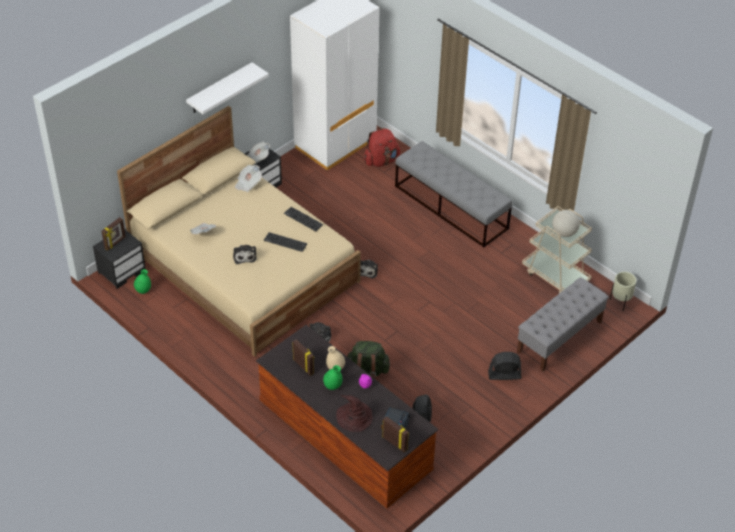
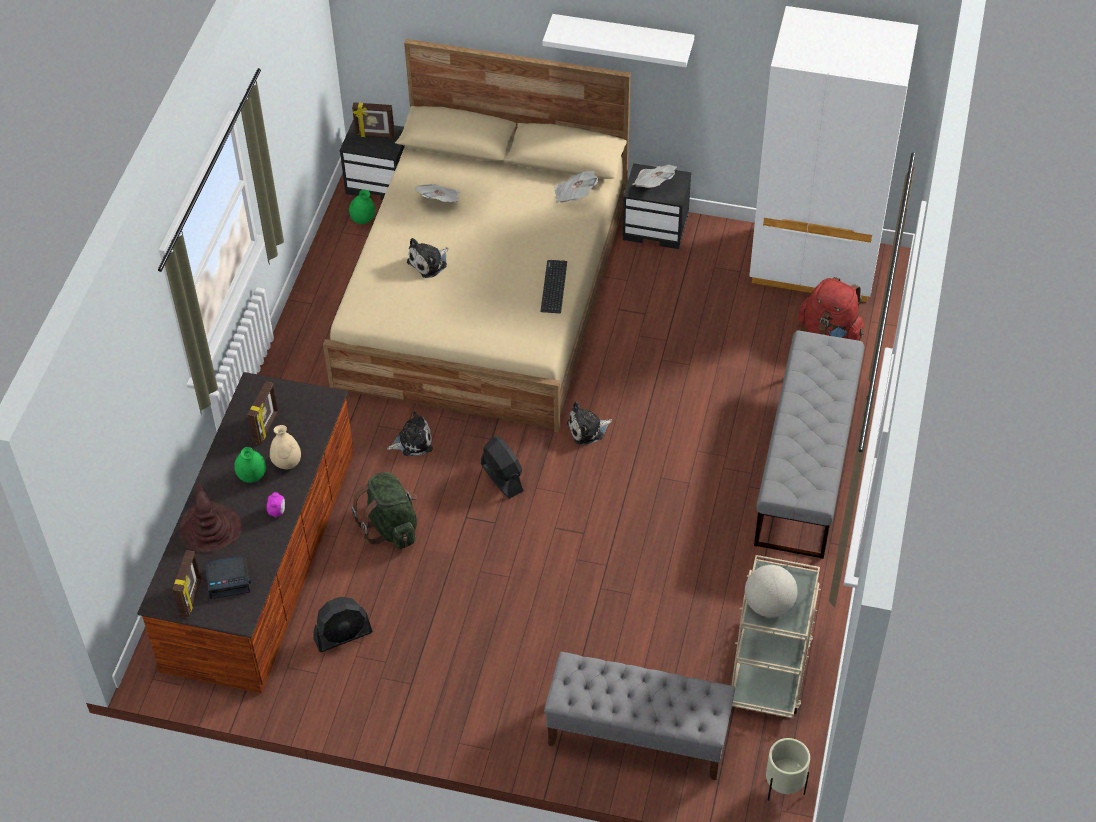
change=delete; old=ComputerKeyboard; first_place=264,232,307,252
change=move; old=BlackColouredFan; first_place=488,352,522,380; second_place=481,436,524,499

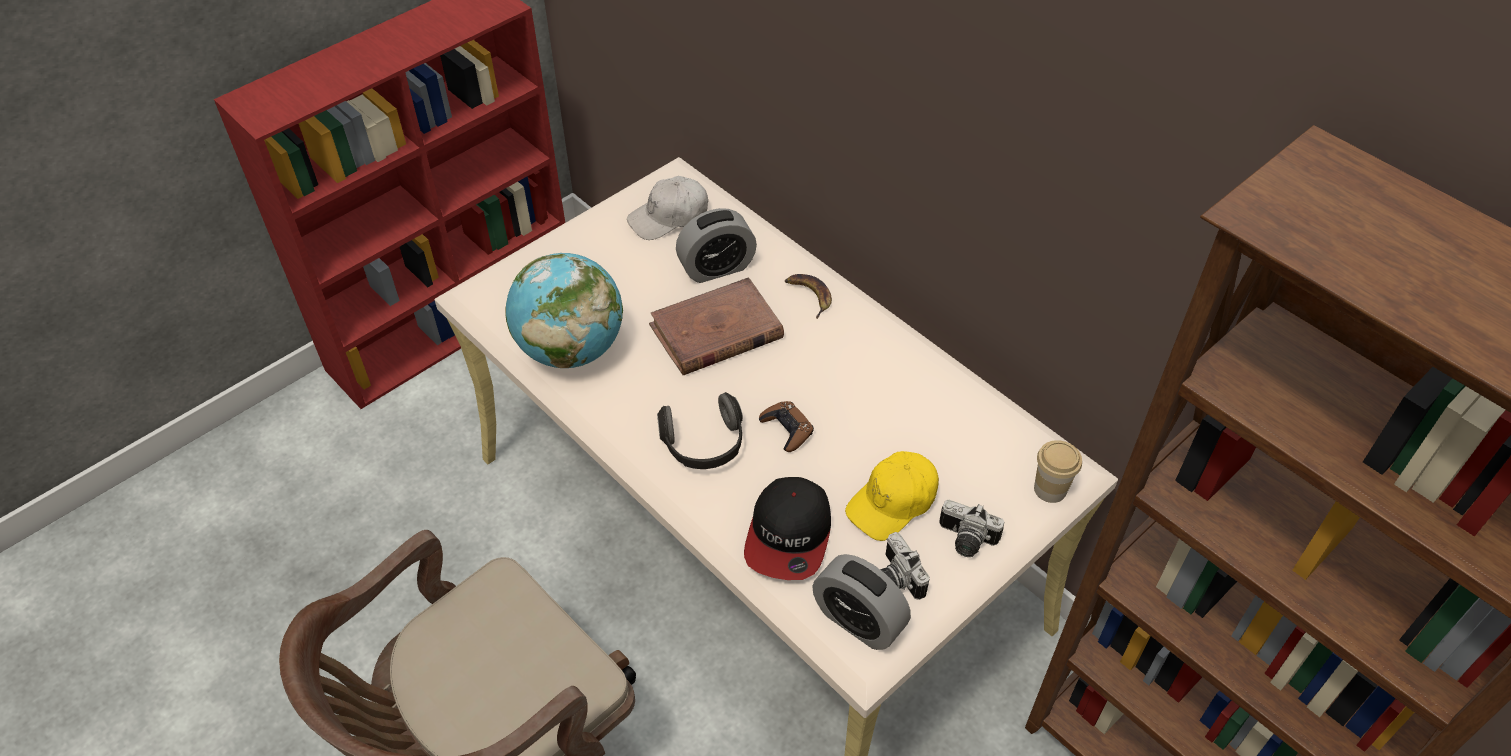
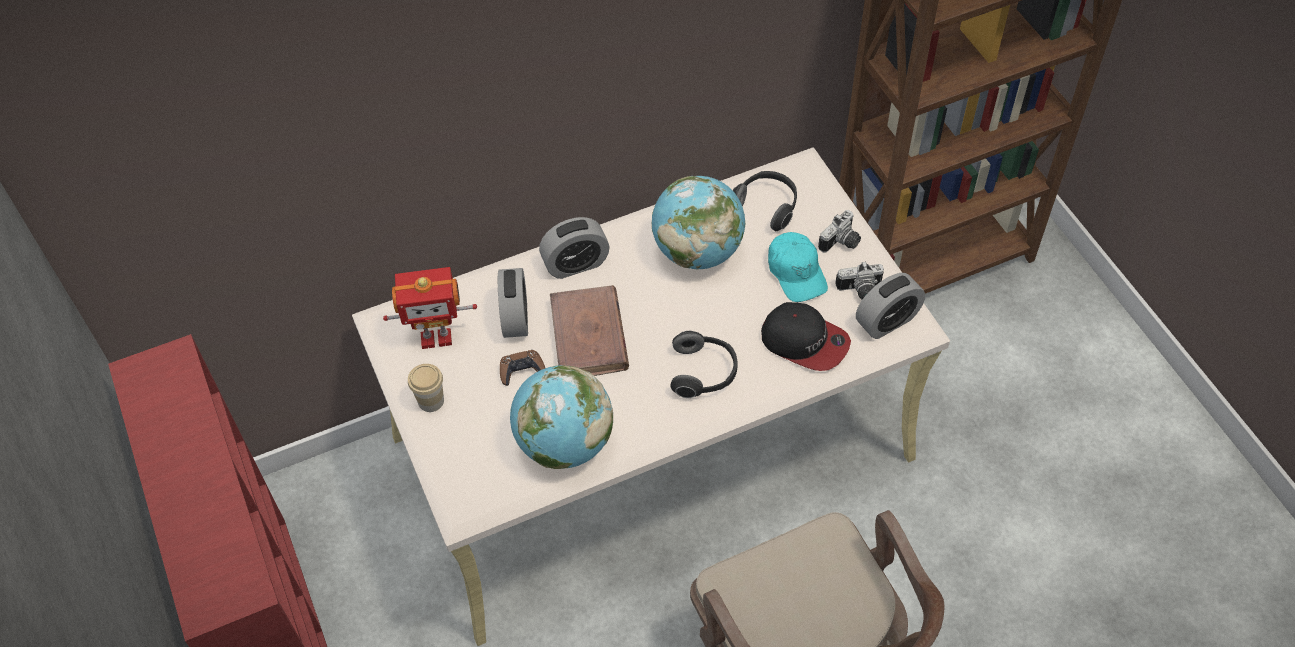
change=insert; new=DeskGlobe; second_place=652,176,745,269
change=insert; new=Headset; second_place=733,171,797,231
change=move; old=BrownishJoypad; first_place=759,401,814,452; second_place=500,350,545,386
change=move; old=DrinkingCup; first_place=1034,440,1082,503; second_place=408,364,444,412
change=replace; old=WhitishCap; new=ToyRobot; first_place=627,176,708,240; second_place=383,267,477,349
change=replace; old=BananaFruit; new=TableClock; first_place=785,274,832,319; second_place=539,217,609,279
change=recolor; old=YellowColouredCap; new=TurquoiseCap; first_place=845,451,939,541; second_place=768,232,828,302

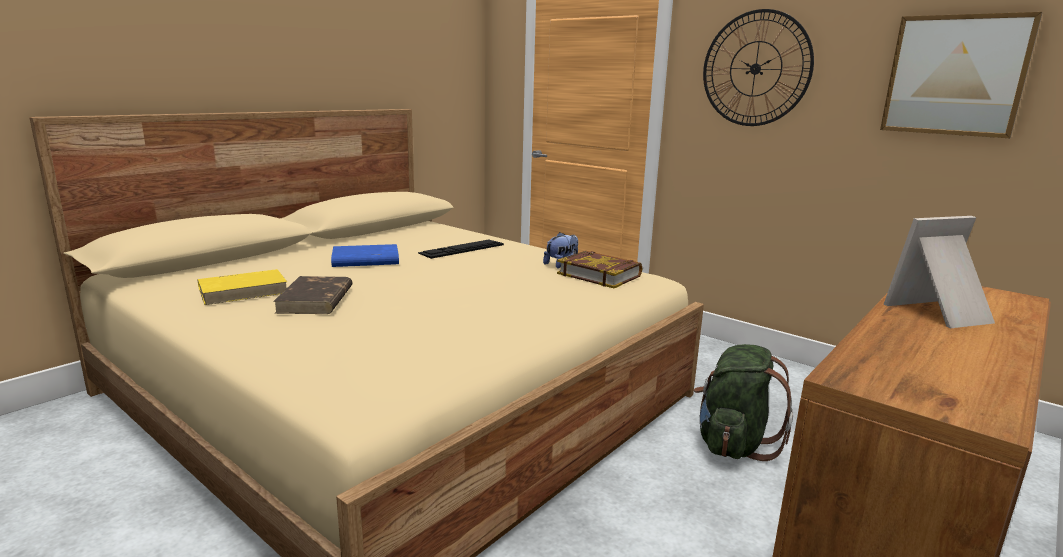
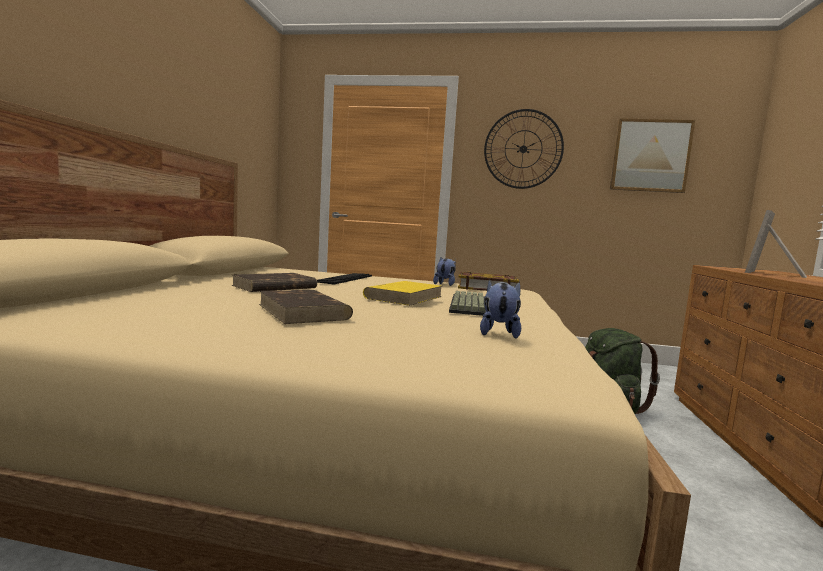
change=insert; new=ComputerKeyboard; second_place=449,291,486,316
change=insert; new=CuddlyToy; second_place=480,279,521,339
change=move; old=YellowColouredVolume; first_place=198,269,287,305; second_place=363,281,442,306
change=recolor; old=BluishVolume; new=BrownishVolume; first_place=331,244,399,267; second_place=232,273,317,292

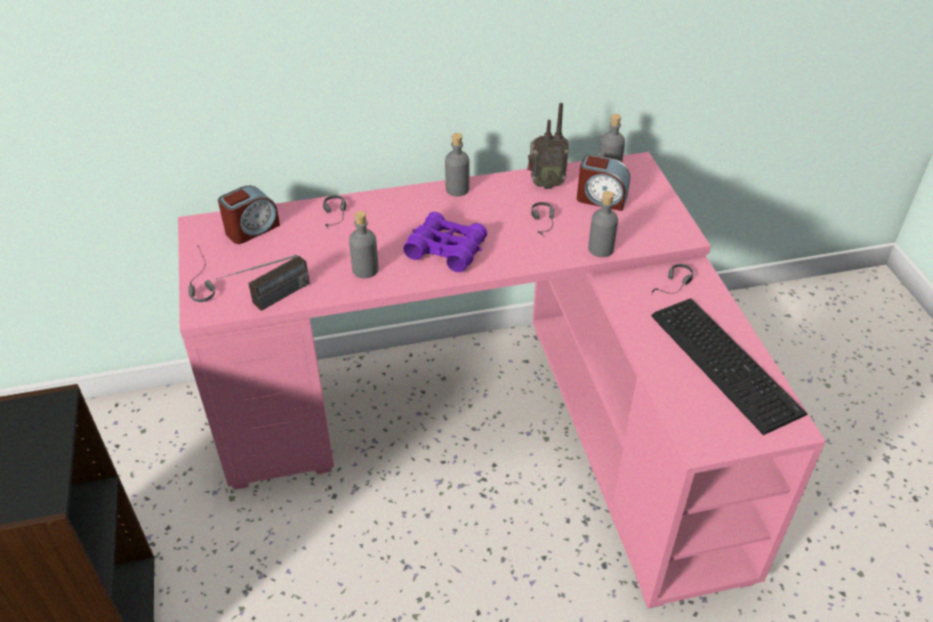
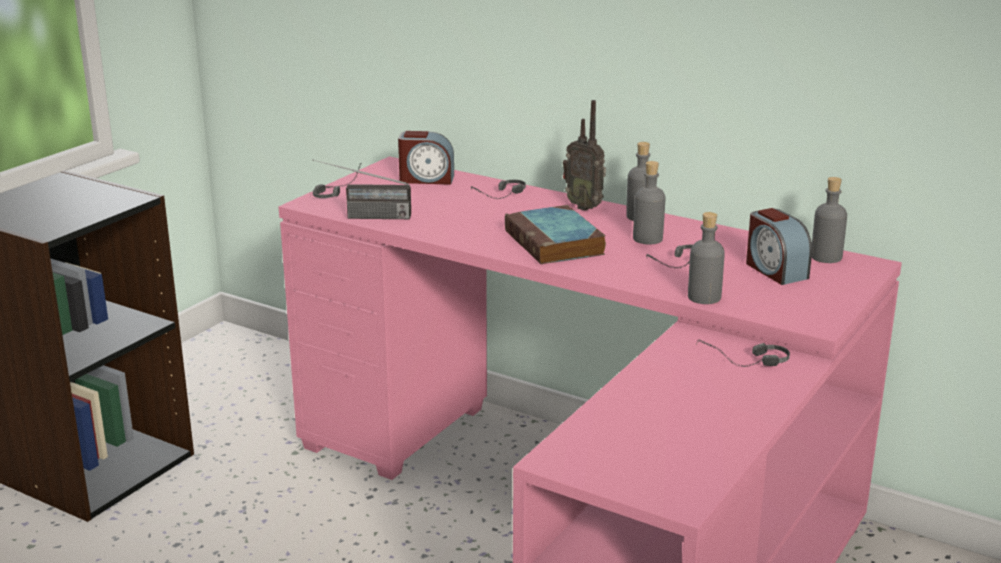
change=delete; old=ComputerKeyboard; first_place=651,299,807,435
change=move; old=GrayDrinkBottle; first_place=349,211,379,278; second_place=633,161,665,244
change=move; old=Radio; first_place=527,103,569,189; second_place=563,100,606,211
change=replace; old=PurpleBinoculars; new=Volume; first_place=404,212,487,272; second_place=505,205,606,264

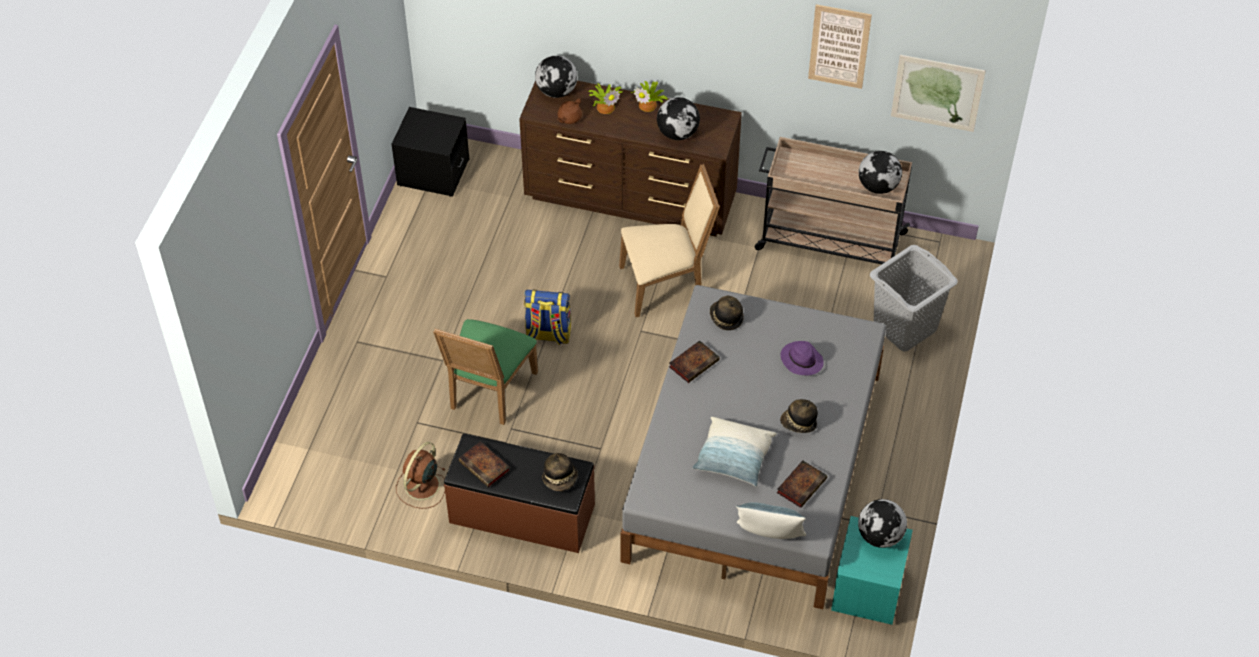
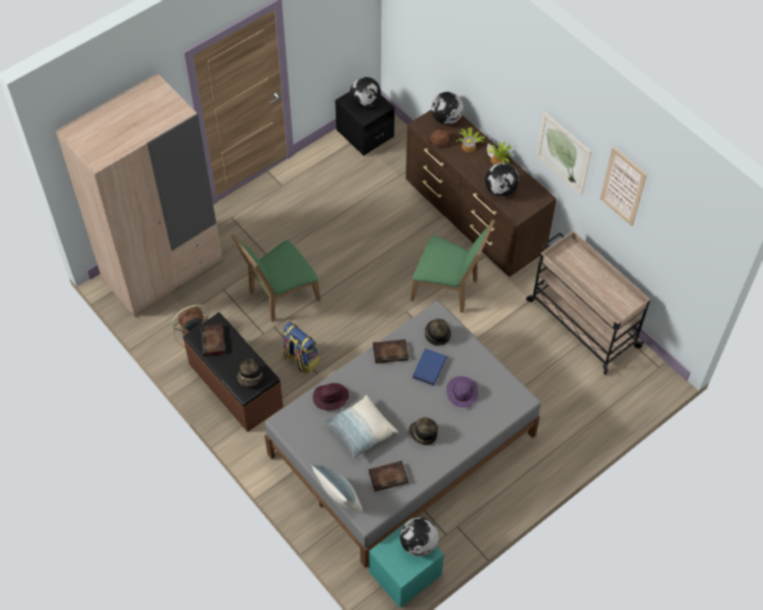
change=delete; old=GrayLaundryBasket; first_place=870,245,958,351
change=insert; new=SandColouredClothesCupboard; second_place=56,73,222,317
change=insert; new=PurpleClothingHat; second_place=313,383,349,411
change=insert; new=BluishVolume; second_place=412,348,447,386
change=move; old=Backpack; first_place=524,289,571,345; second_place=282,322,319,374
change=move; old=DeskGlobe; first_place=859,151,902,194; second_place=350,77,381,108
change=move; old=WallPicture; first_place=891,55,986,132; second_place=536,111,592,195
change=recolor; old=SandColouredChair; new=GreenChair; first_place=619,164,720,317; second_place=411,219,495,313

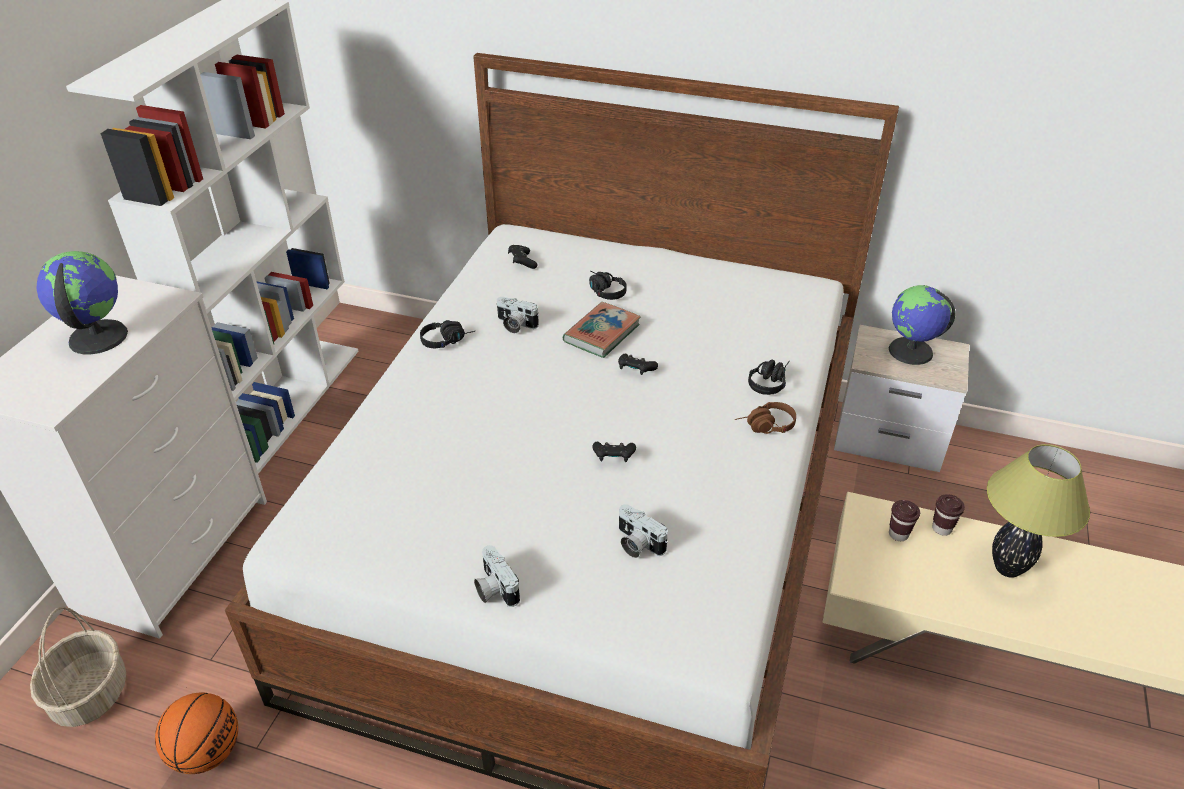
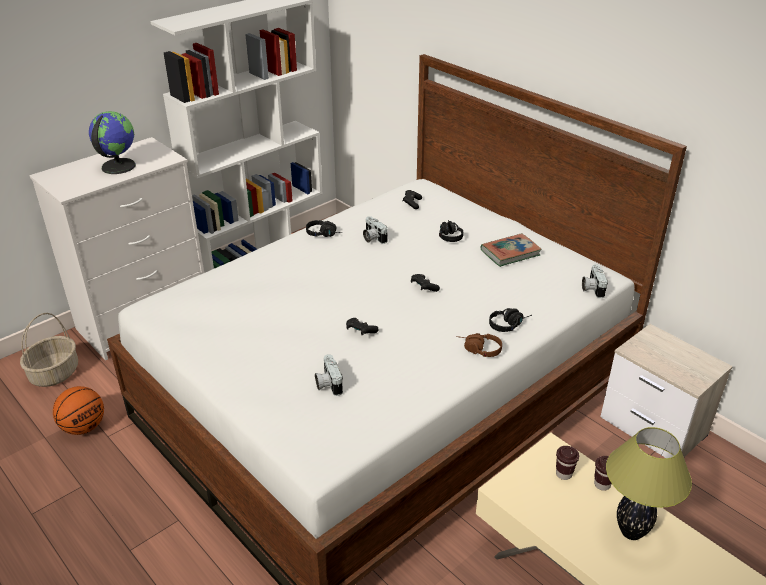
change=delete; old=DeskGlobe; first_place=889,285,956,365
change=move; old=StillCamera; first_place=474,545,520,607; second_place=582,264,608,298
change=move; old=Volume; first_place=563,302,641,358; second_place=480,233,542,267

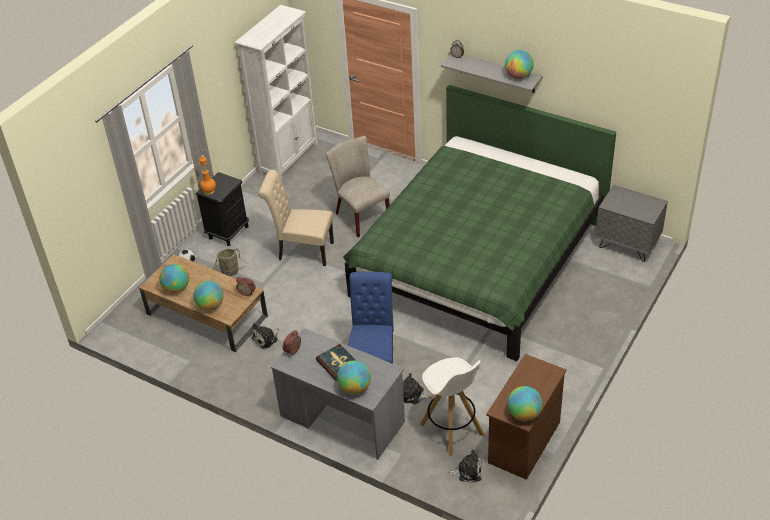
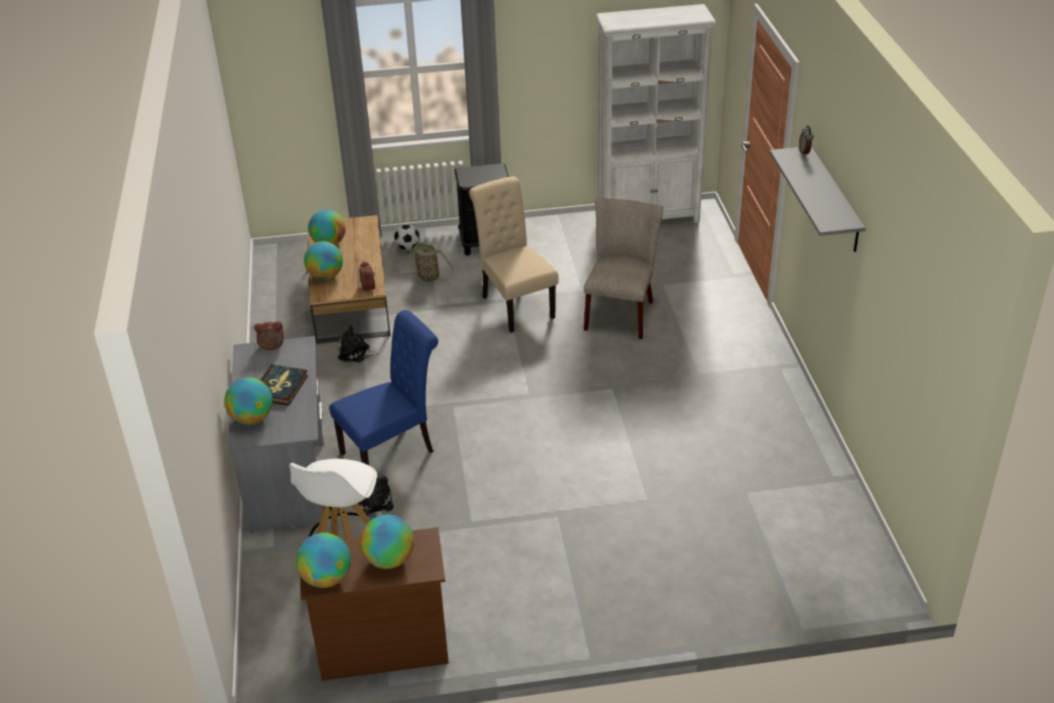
change=delete; old=OrangeColouredTabletopLamp; first_place=190,150,216,195
change=delete; old=GreenBed; first_place=343,85,616,361
change=delete; old=CuddlyToy; first_place=448,450,482,483
change=delete; old=GrayBedsideTable; first_place=595,185,668,262
change=move; old=DeskGlobe; first_place=505,50,534,79; second_place=360,515,414,569

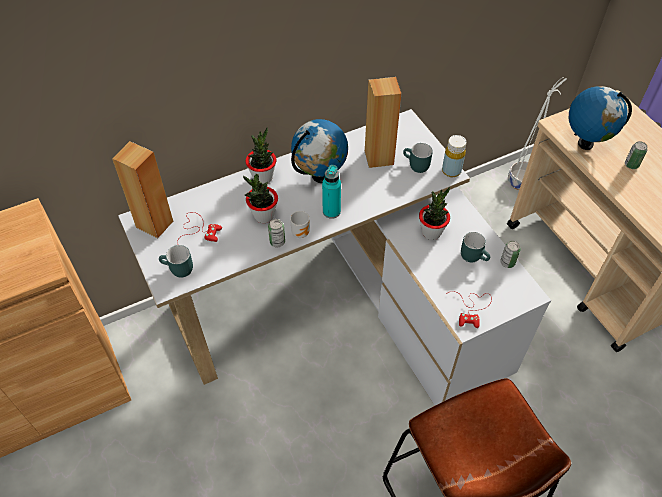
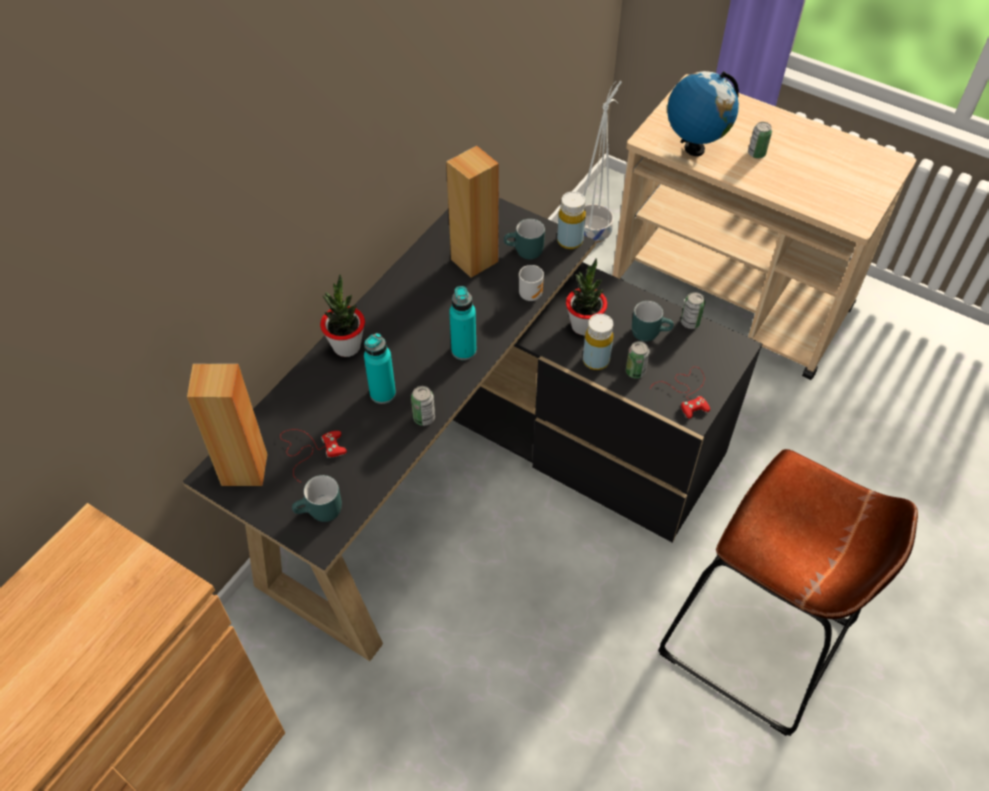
change=delete; old=DeskGlobe; first_place=291,119,348,183
change=insert; new=YellowColouredDrinkBottle; second_place=583,314,613,370
change=insert; new=MetalCan; second_place=626,341,650,379
change=move; old=CoffeeMug; first_place=290,211,309,238; second_place=519,265,544,301
change=replace; old=Houseplant; new=TurquoiseDrinkBottle; first_place=243,174,278,223; second_place=364,333,396,404
change=recolor; old=WhitishDesk; new=BlackColouredDesk; first_place=118,109,551,405; second_place=183,198,762,661

